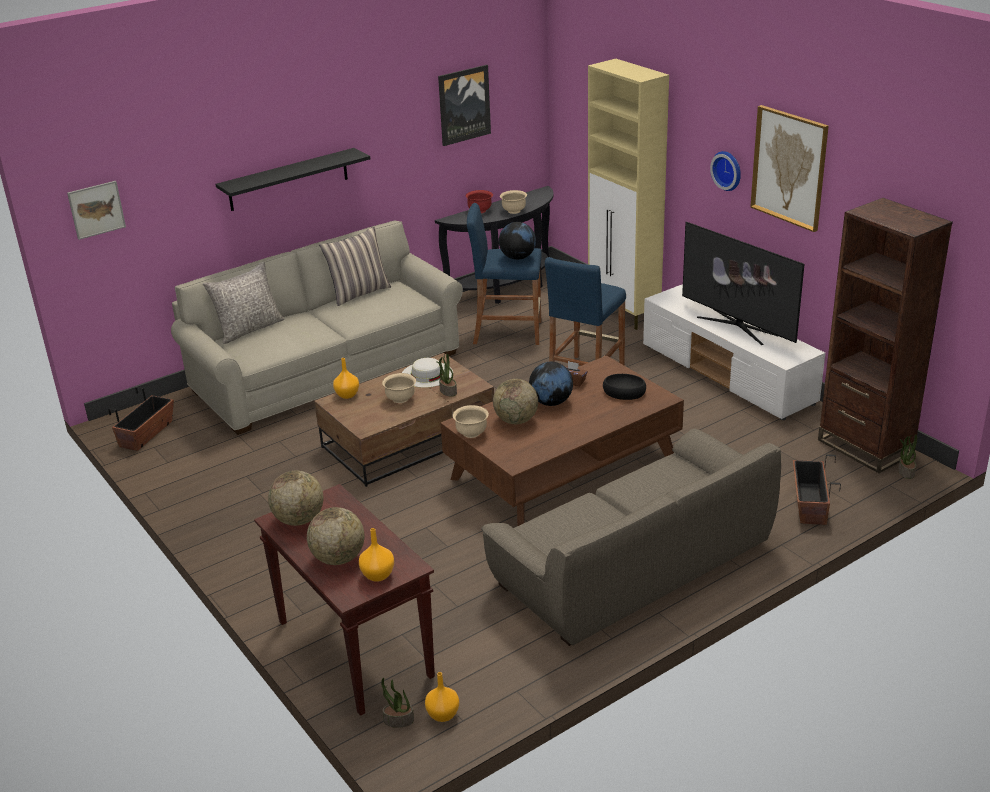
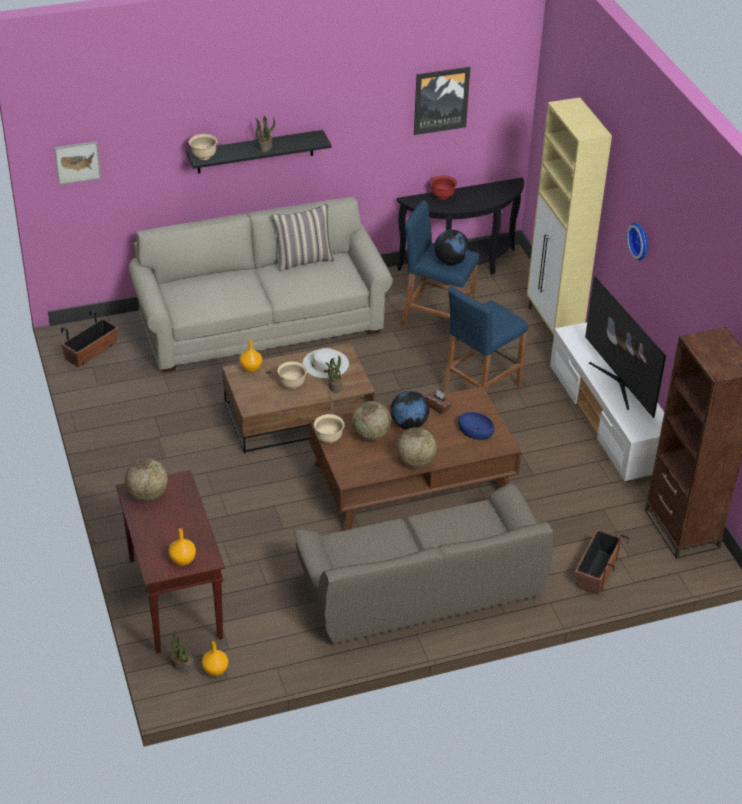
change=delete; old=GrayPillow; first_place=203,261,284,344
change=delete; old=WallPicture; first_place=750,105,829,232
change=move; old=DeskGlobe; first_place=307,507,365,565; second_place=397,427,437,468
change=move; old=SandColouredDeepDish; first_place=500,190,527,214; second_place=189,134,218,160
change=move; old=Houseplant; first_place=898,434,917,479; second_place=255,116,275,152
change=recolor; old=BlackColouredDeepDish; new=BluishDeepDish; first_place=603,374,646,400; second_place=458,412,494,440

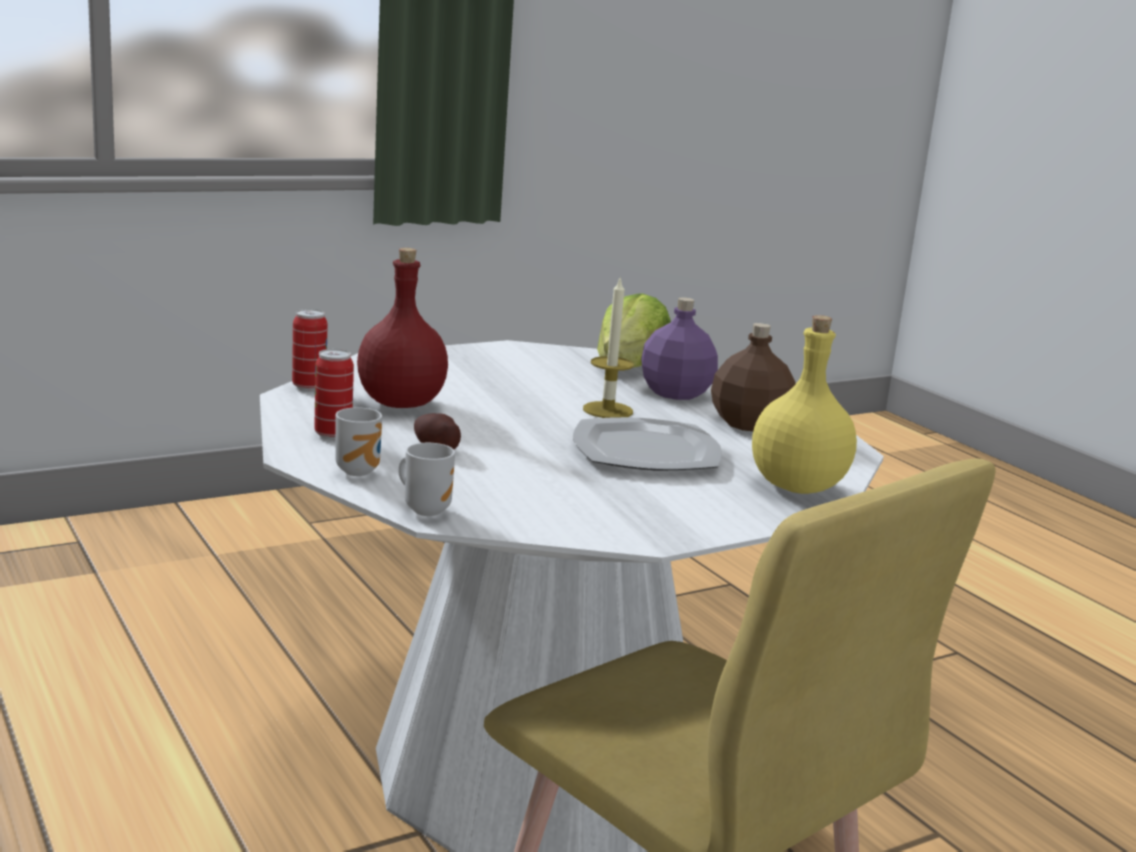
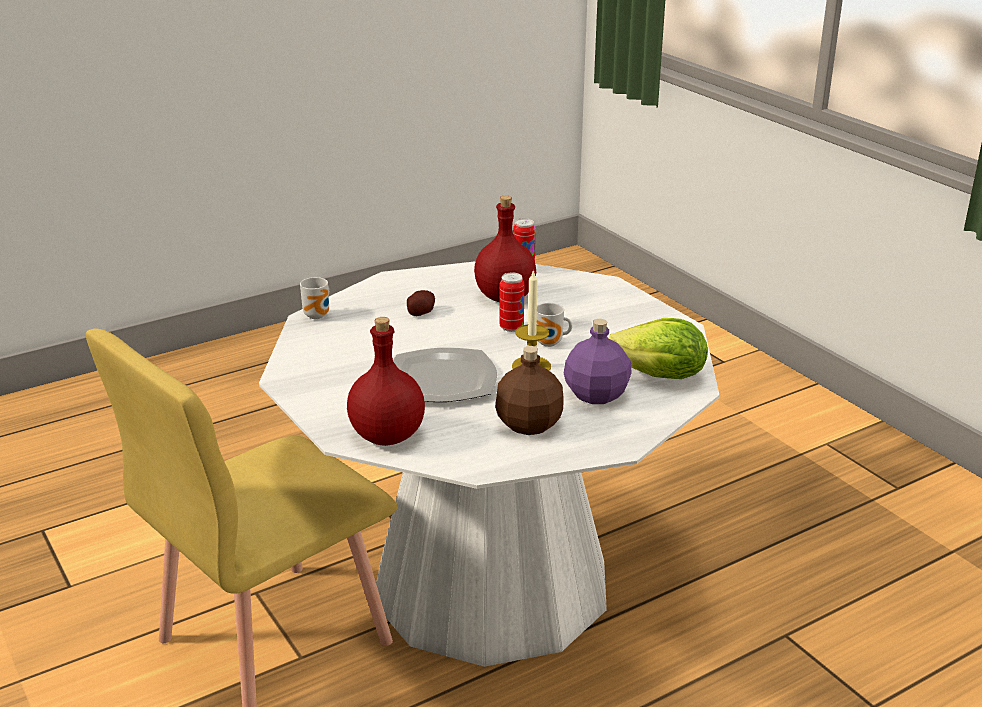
change=move; old=MetalCan; first_place=314,349,354,439; second_place=499,273,524,332
change=move; old=CoffeeMug; first_place=335,408,382,476; second_place=537,303,572,347
change=recolor; old=YellowColouredDrinkBottle; new=RedDrinkBottle; first_place=752,315,857,494; second_place=347,317,425,446

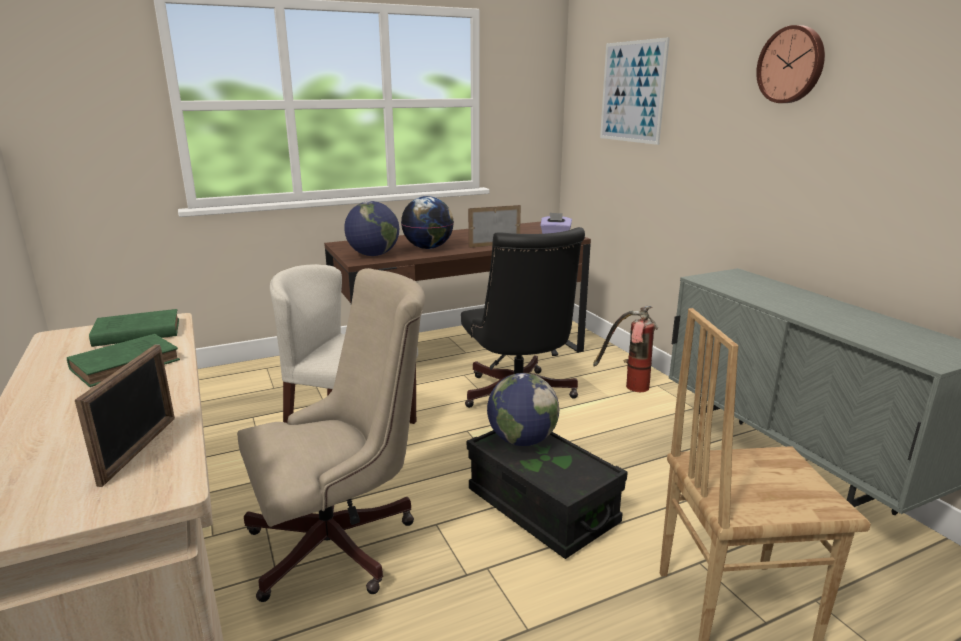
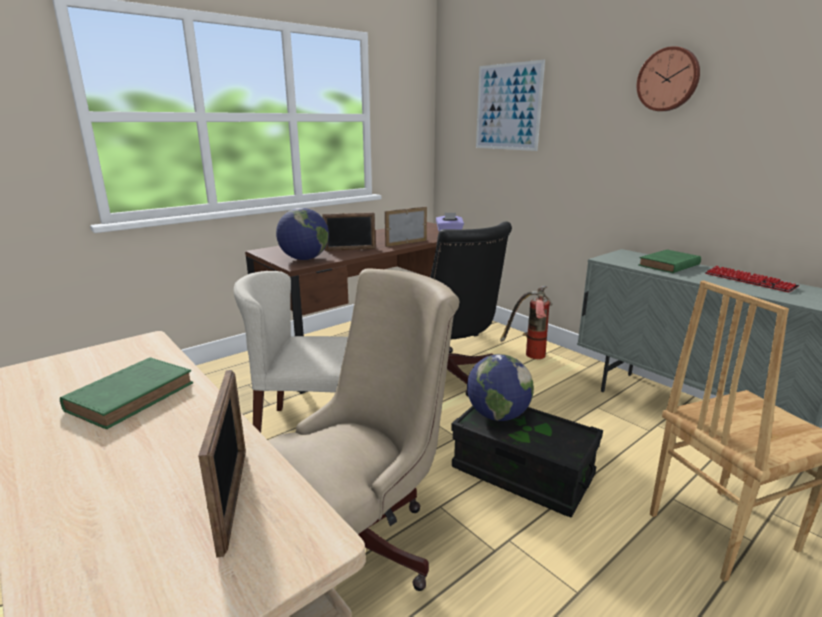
change=insert; new=ComputerKeyboard; second_place=705,266,799,292
change=move; old=GreenVolume; first_place=89,309,179,347; second_place=638,250,701,273
change=replace; old=DeskGlobe; new=PhotoFrame; first_place=401,196,454,249; second_place=322,212,375,251

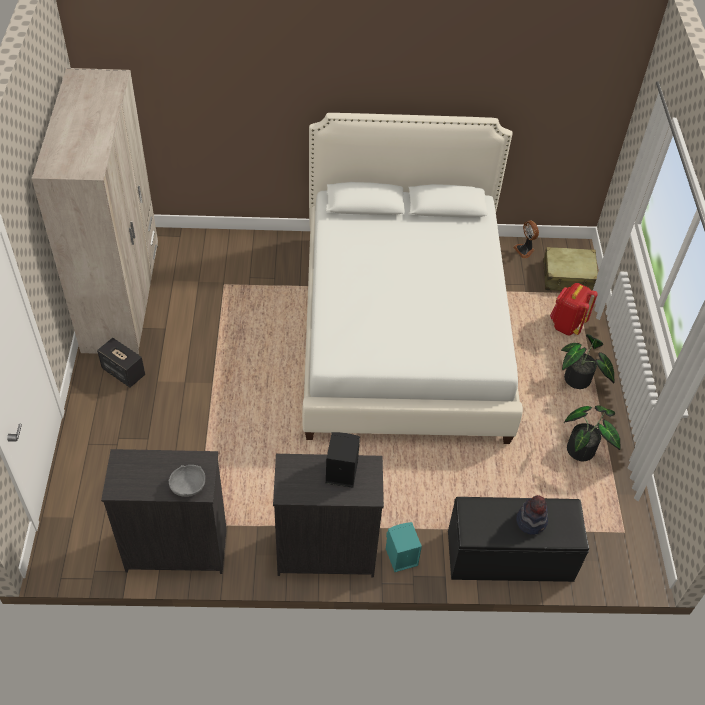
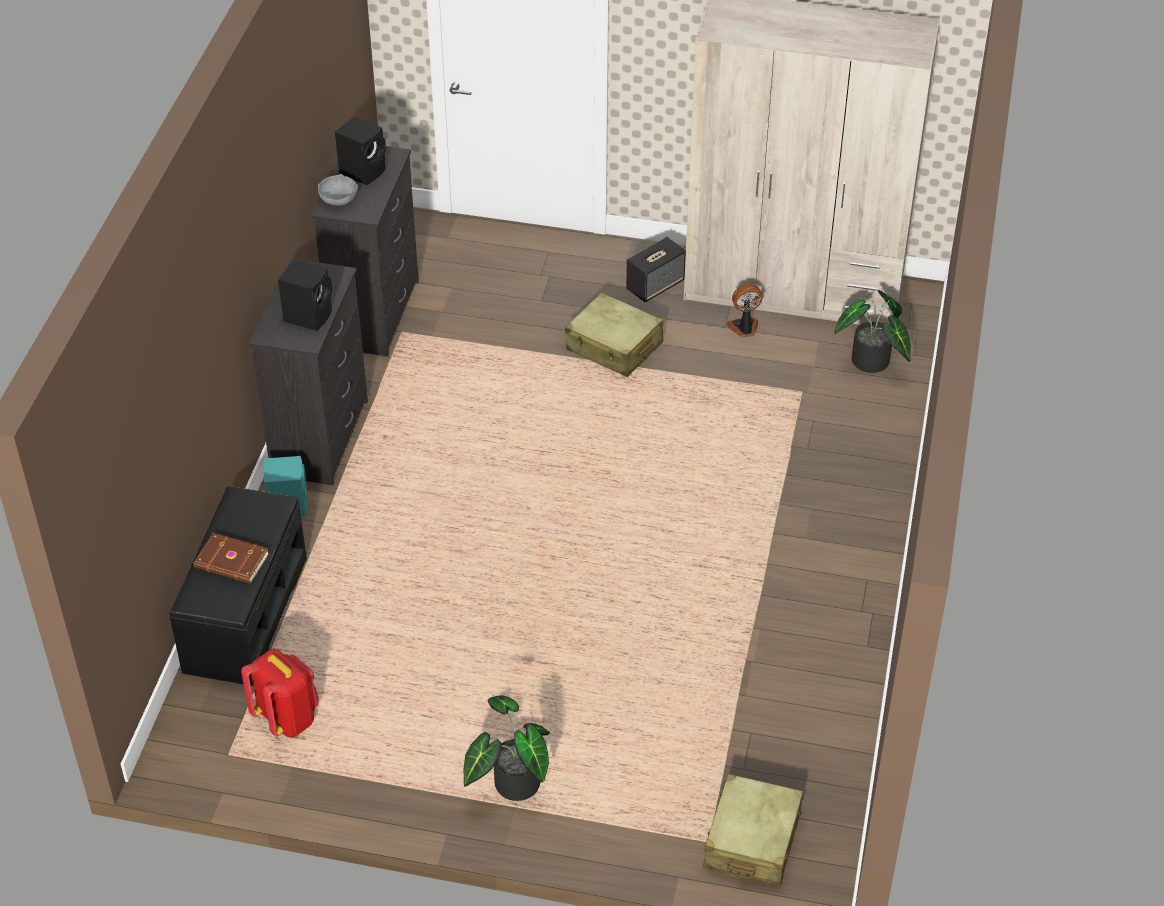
change=delete; old=WhitishBed; first_place=302,113,523,444
change=insert; new=BlackColouredLoudspeaker; second_place=335,116,386,185
change=insert; new=SandColouredSuitcase; second_place=565,293,663,377
change=move; old=Fan; first_place=513,220,539,259; second_place=726,284,763,337
change=move; old=RedBackpack; first_place=550,283,598,336; second_place=241,649,319,738
change=move; old=Houseplant; first_place=564,406,620,461; second_place=834,290,911,373
change=replace; old=ClothingHat; new=BrownishVolume; first_place=516,495,548,535; second_place=193,533,269,583

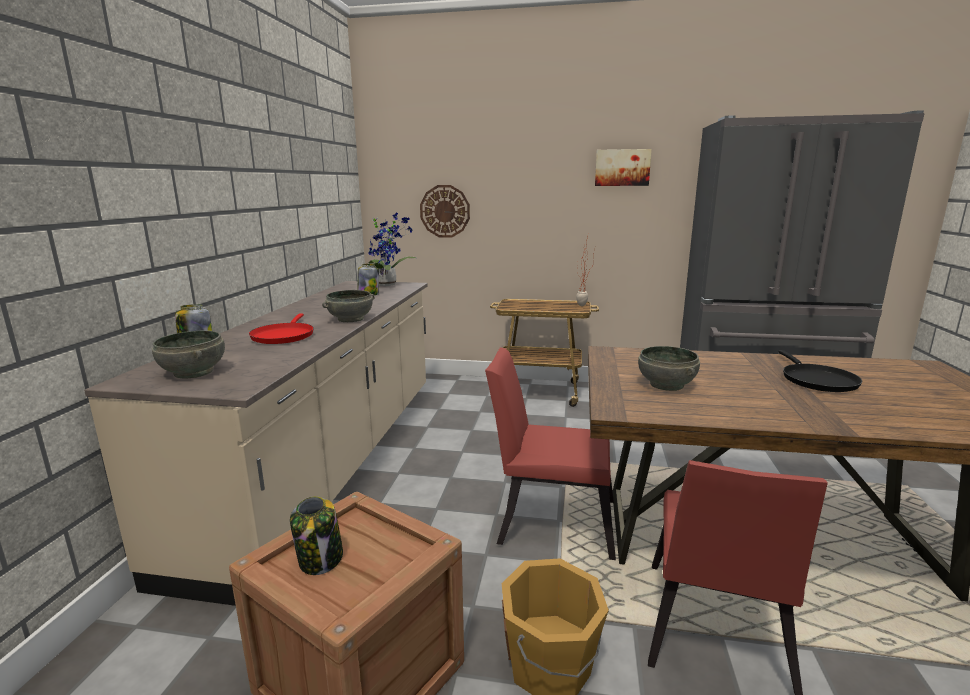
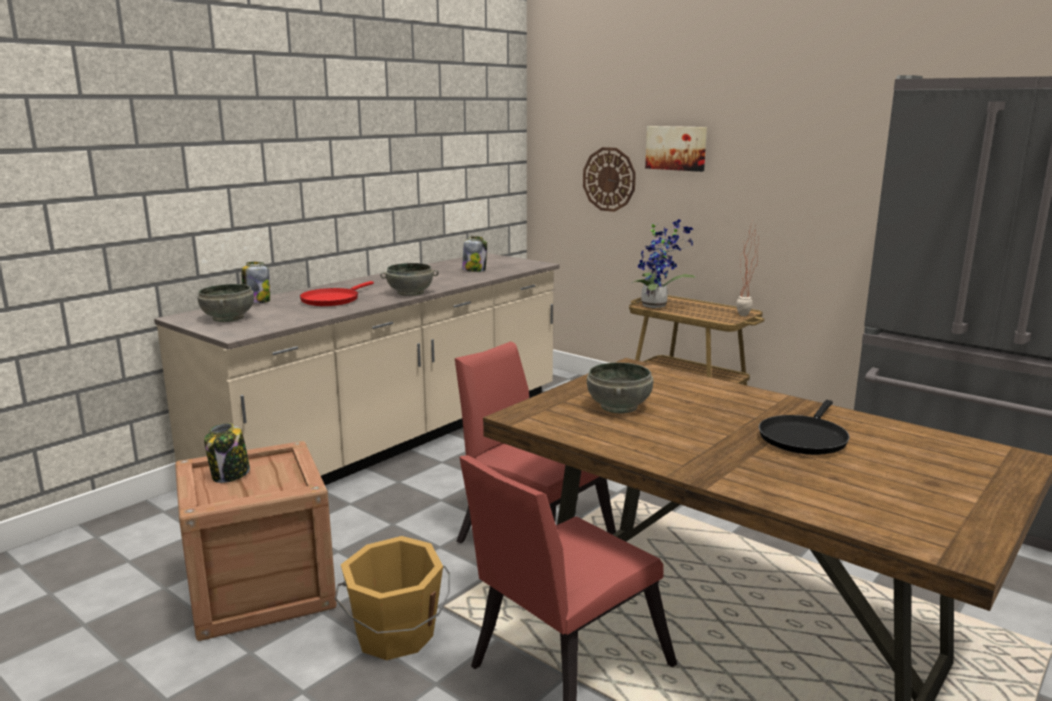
change=move; old=Houseplant; first_place=368,212,416,286; second_place=632,219,696,308
change=move; old=WallPicture; first_place=595,149,652,186; second_place=645,126,707,172

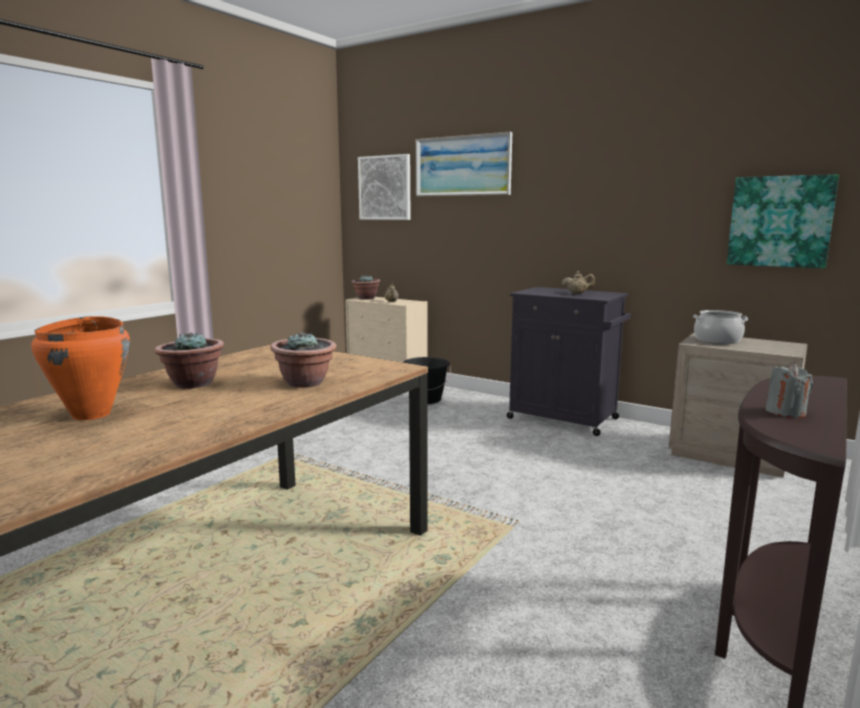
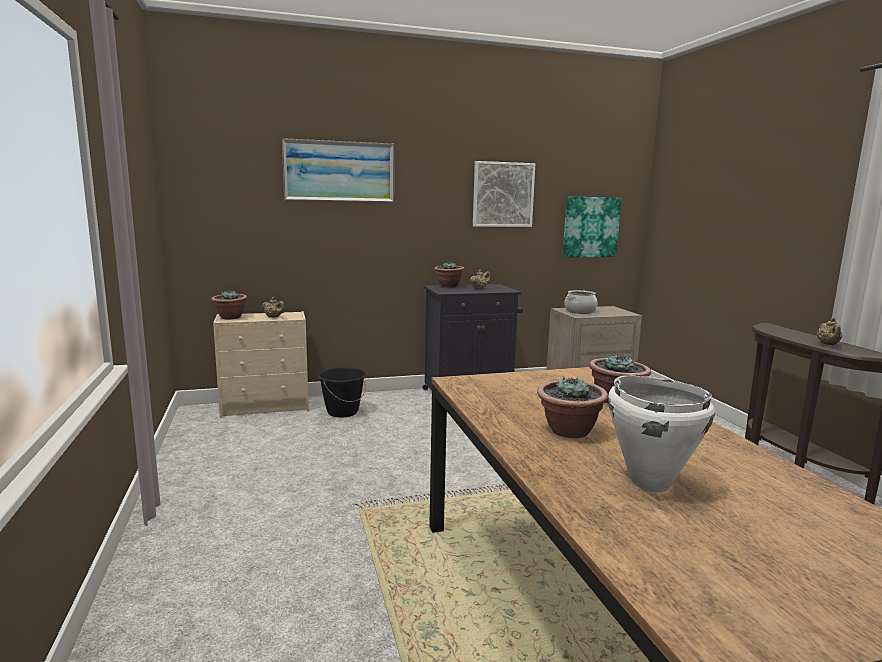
change=insert; new=Houseplant; second_place=434,262,465,288
change=move; old=WallPicture; first_place=358,154,410,220; second_place=473,161,535,227
change=replace; old=GrayWaxLight; new=SandColouredTeaPot; first_place=766,363,813,418; second_place=817,318,842,345
change=recolor; old=OrangeColouredSaucepot; new=WhitishSaucepot; first_place=31,316,130,420; second_place=608,375,715,493

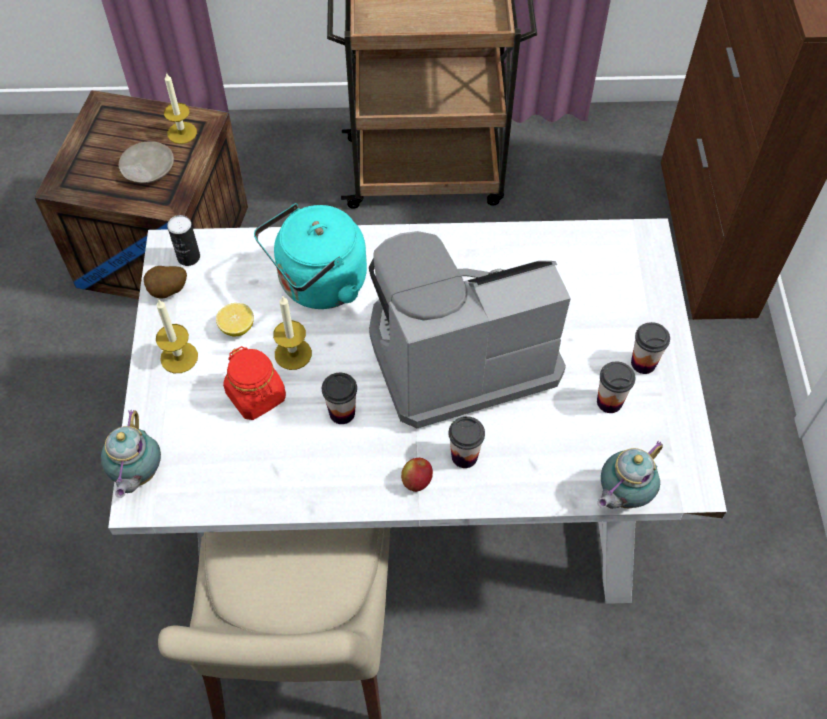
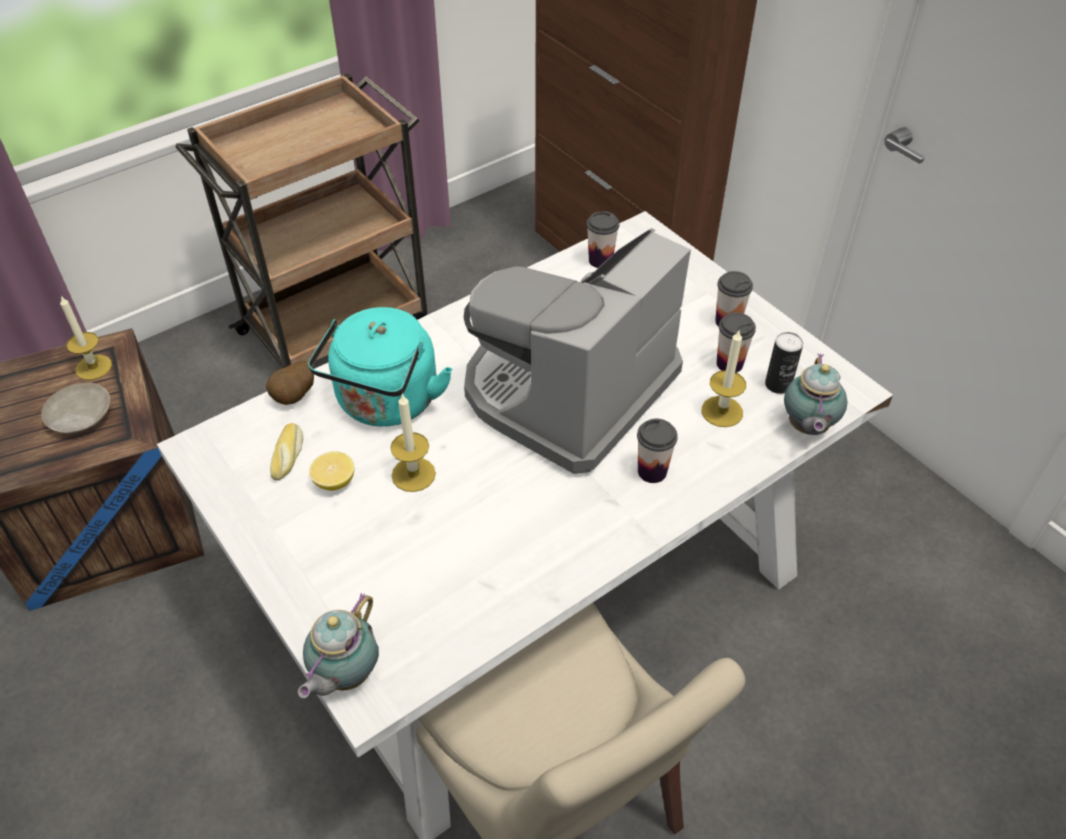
change=delete; old=RedJar; first_place=223,346,286,420
change=delete; old=Apple; first_place=401,458,433,492
change=insert; new=BakedBread; second_place=270,423,303,481
change=move; old=Spud; first_place=143,266,187,299; second_place=266,361,314,405
change=move; old=WaxLight; first_place=156,299,198,373; second_place=701,331,746,427
change=move; old=MetalCan; first_place=167,215,200,266; second_place=765,332,803,394
change=move; old=DrinkingCup; first_place=322,373,357,424; second_place=587,211,619,268
change=rotate; old=TeaPot; first_place=101,410,161,498; second_place=298,593,379,698; degrees=60

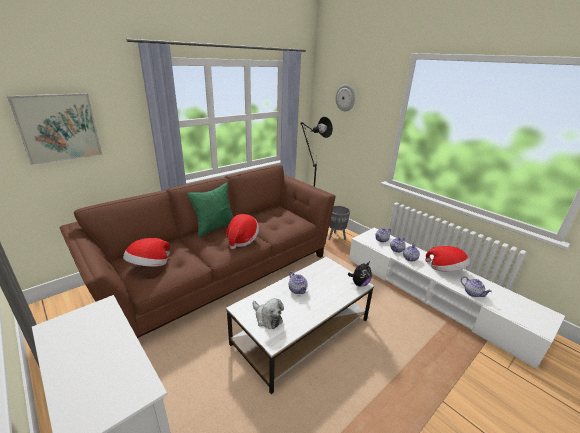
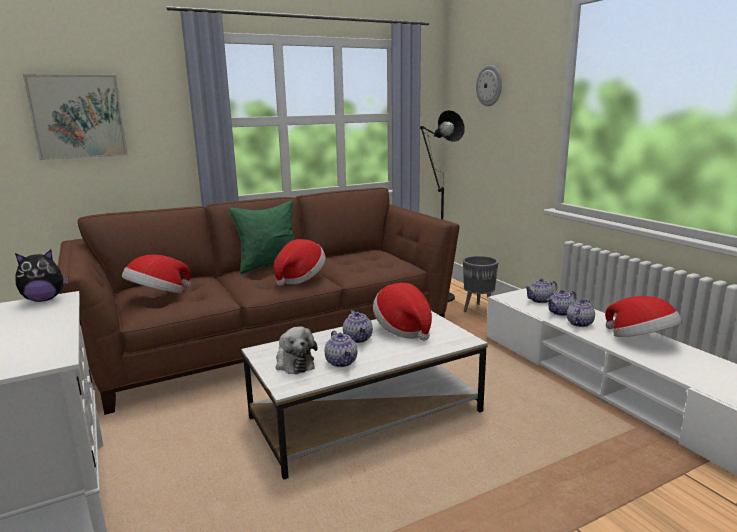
change=insert; new=ClothingHat; second_place=373,283,432,341
change=move; old=CuddlyToy; first_place=348,261,372,287; second_place=15,249,68,302
change=move; old=TeaPot; first_place=461,276,492,297; second_place=324,331,358,367

